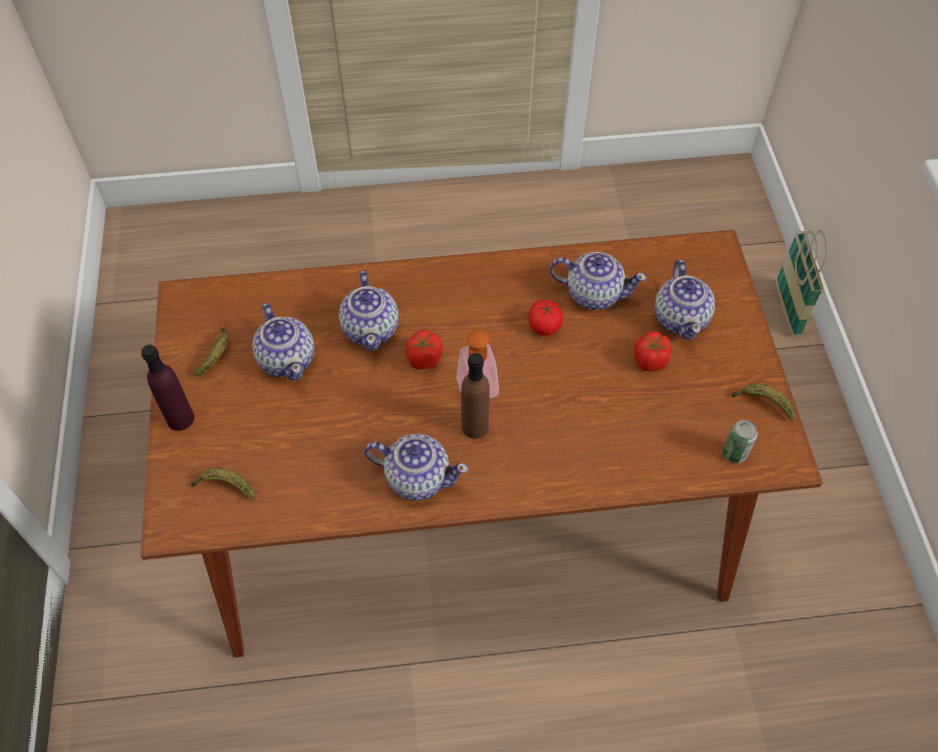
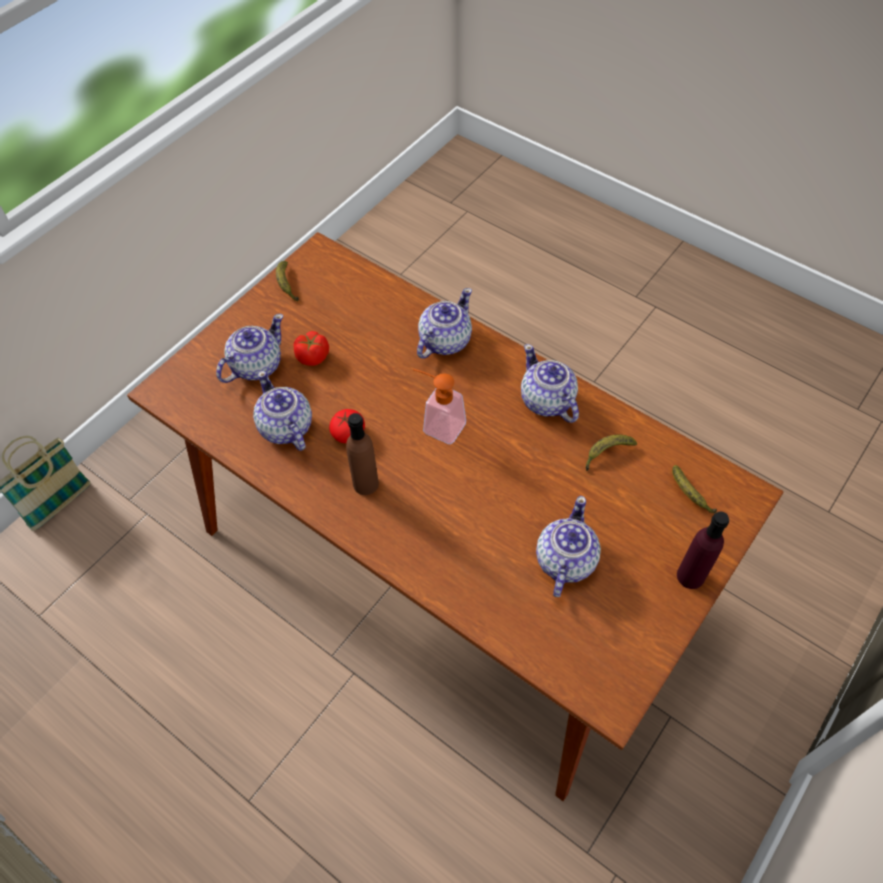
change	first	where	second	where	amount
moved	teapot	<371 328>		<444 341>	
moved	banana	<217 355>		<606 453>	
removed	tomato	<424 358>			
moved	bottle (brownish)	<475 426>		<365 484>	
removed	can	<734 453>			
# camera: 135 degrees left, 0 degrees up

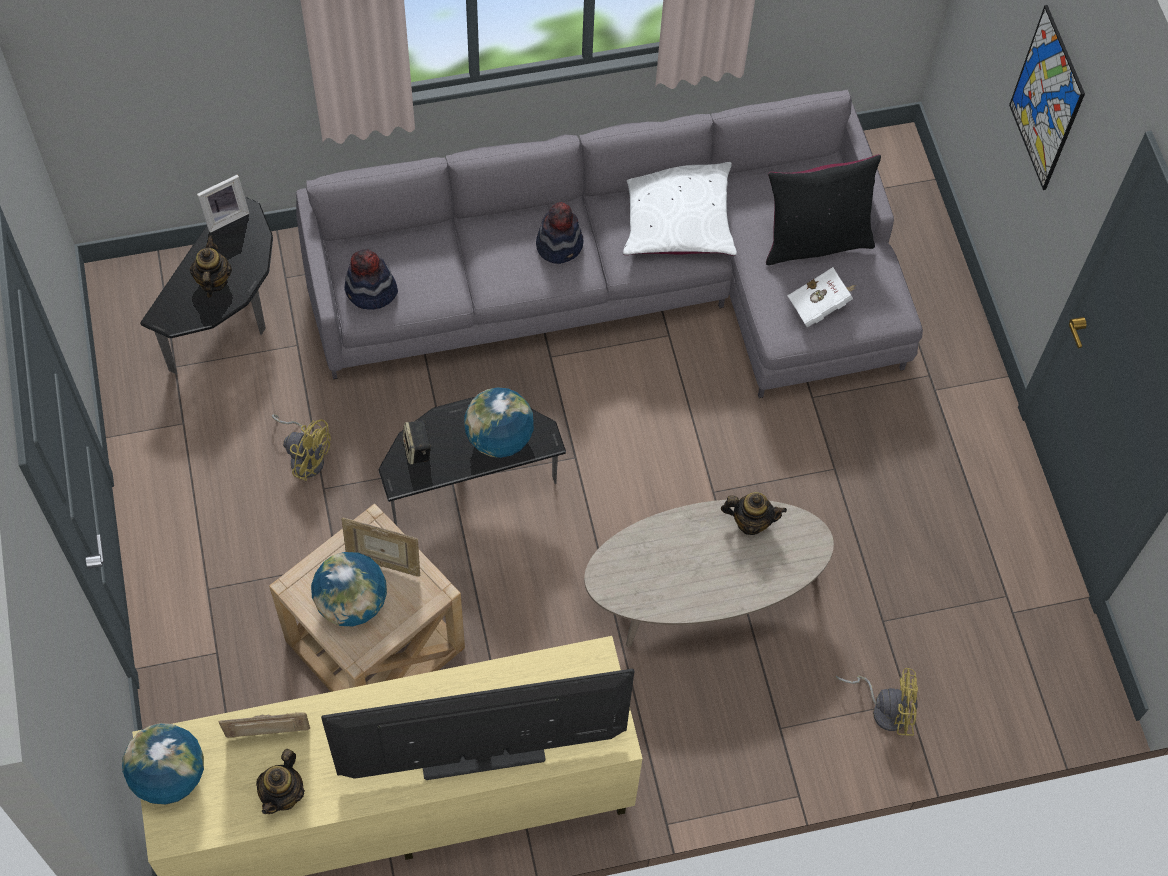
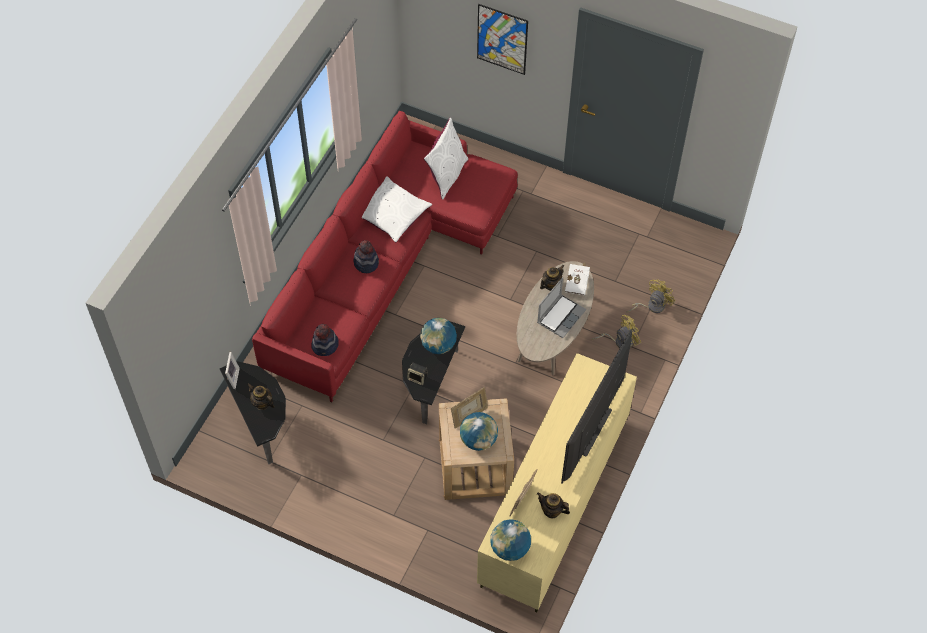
change	first	where	second	where	amount
recoloured	settee (grey)	<628 284>	settee (reddish)	<386 263>	
recoloured	throw pillow (blackish)	<815 240>	throw pillow (whitish)	<446 175>	
moved	volume (whitish)	<821 305>		<577 283>	
moved	electric fan (yellowish)	<306 456>		<620 341>	
turned	teapot	<283 794>		<552 511>	150 degrees clockwise
added			portable computer	<561 316>	
# camera: 50 degrees left, 5 degrees down

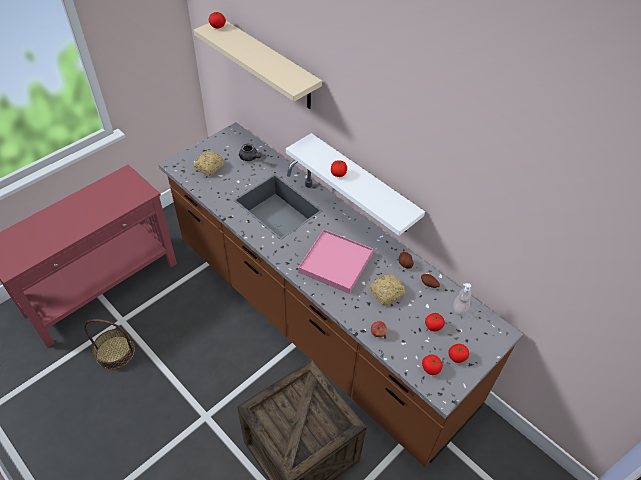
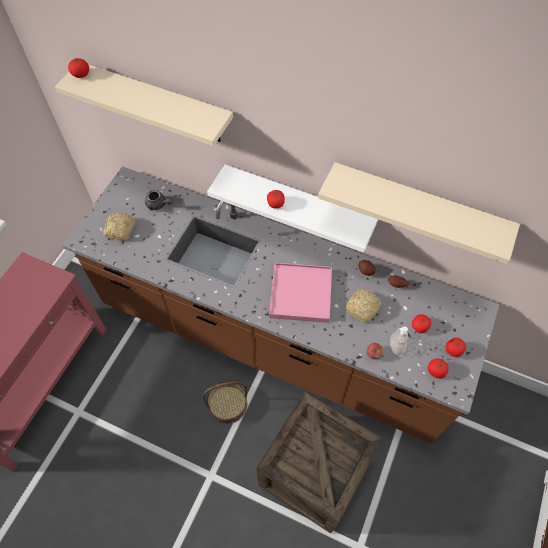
change	first	where	second	where	amount
moved	soap dispenser	<459 309>		<396 346>	
moved	basket	<115 352>		<227 404>	
added			bracket shelf (beige)	<418 207>	
# camera: 20 degrees left, 10 degrees up

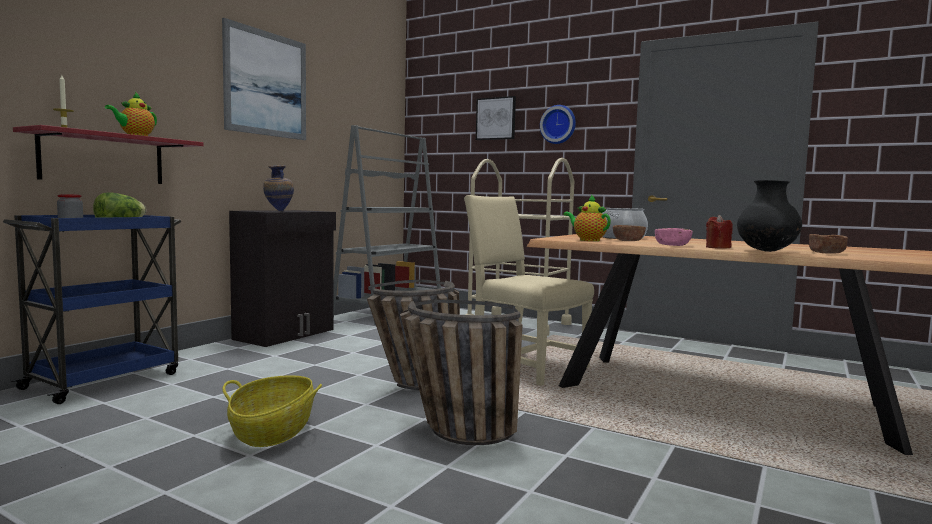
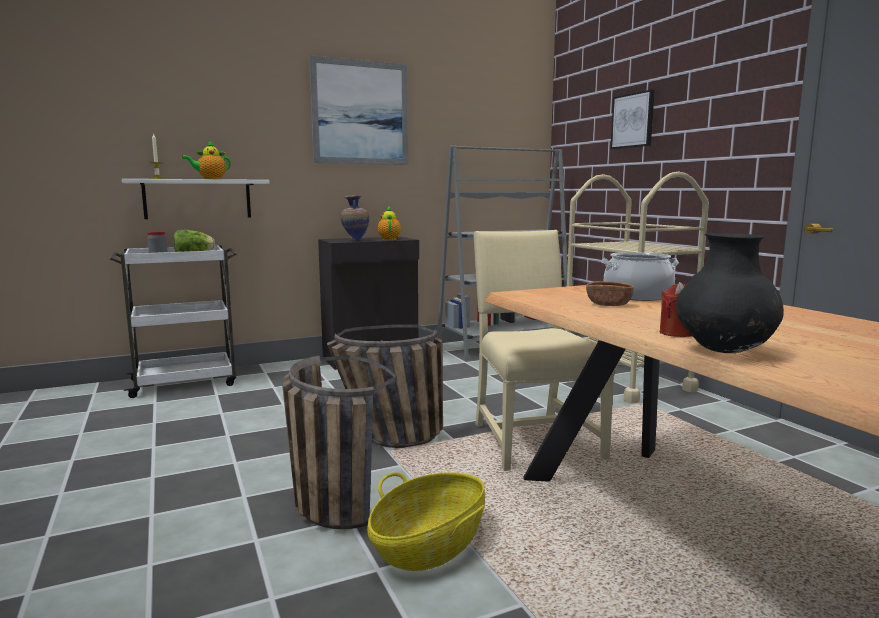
change	first	where	second	where	amount
removed	hanging clock	<558 124>			
recoloured	bracket shelf (reddish)	<103 159>	bracket shelf (whitish)	<198 199>	
moved	teapot	<587 240>		<389 239>	
recoloured	trolley (bluish)	<105 380>	trolley (whitish)	<186 382>	
removed	deep dish (pink-coloured)	<672 245>			
removed	deep dish (brownish)	<826 253>			
moved	basket	<273 431>		<429 546>	
# camera: 35 degrees right, 5 degrees up

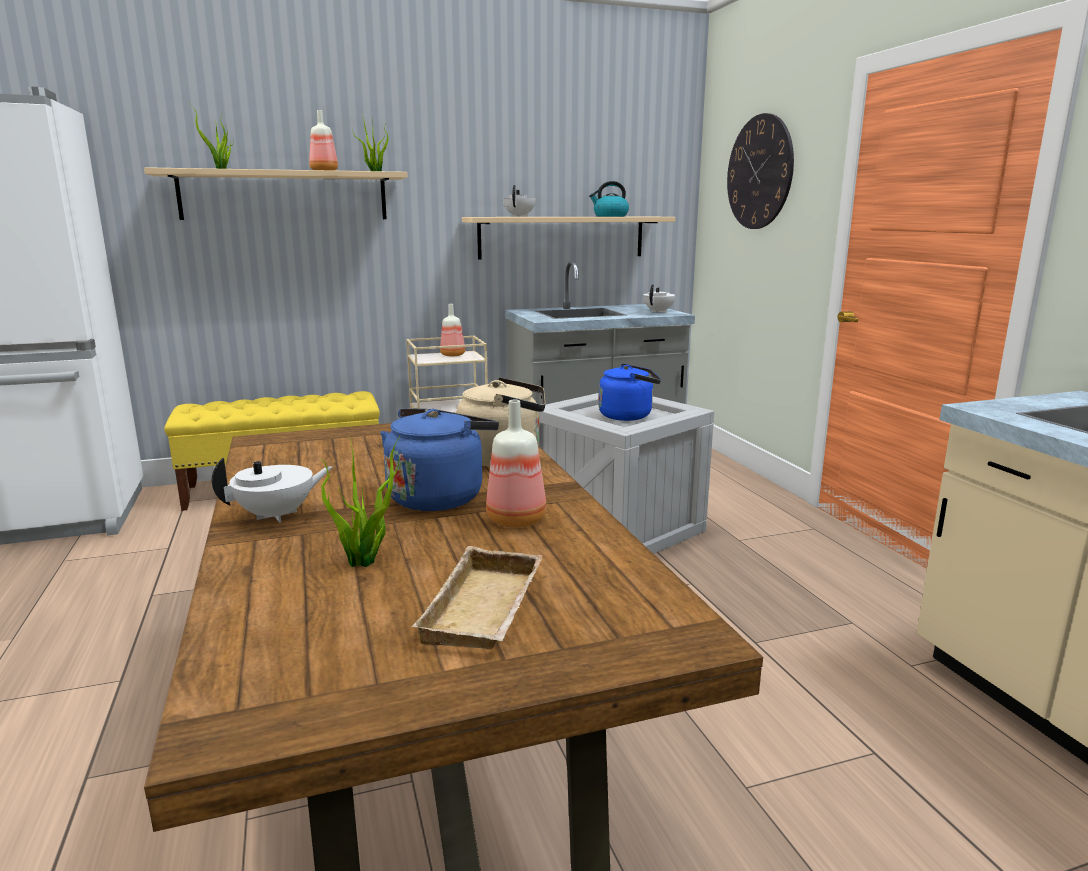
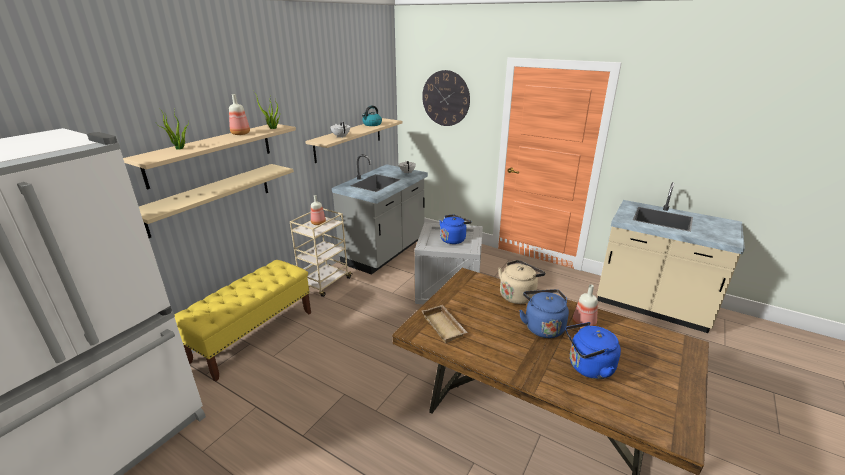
change	first	where	second	where	amount
replaced	houseplant	<366 562>	tea kettle (bluish)	<588 367>	
removed	teapot (whitish)	<277 515>			
moved	tray (beige)	<487 609>		<445 326>	
added			bracket shelf (beige)	<211 198>	
# camera: 40 degrees left, 10 degrees up

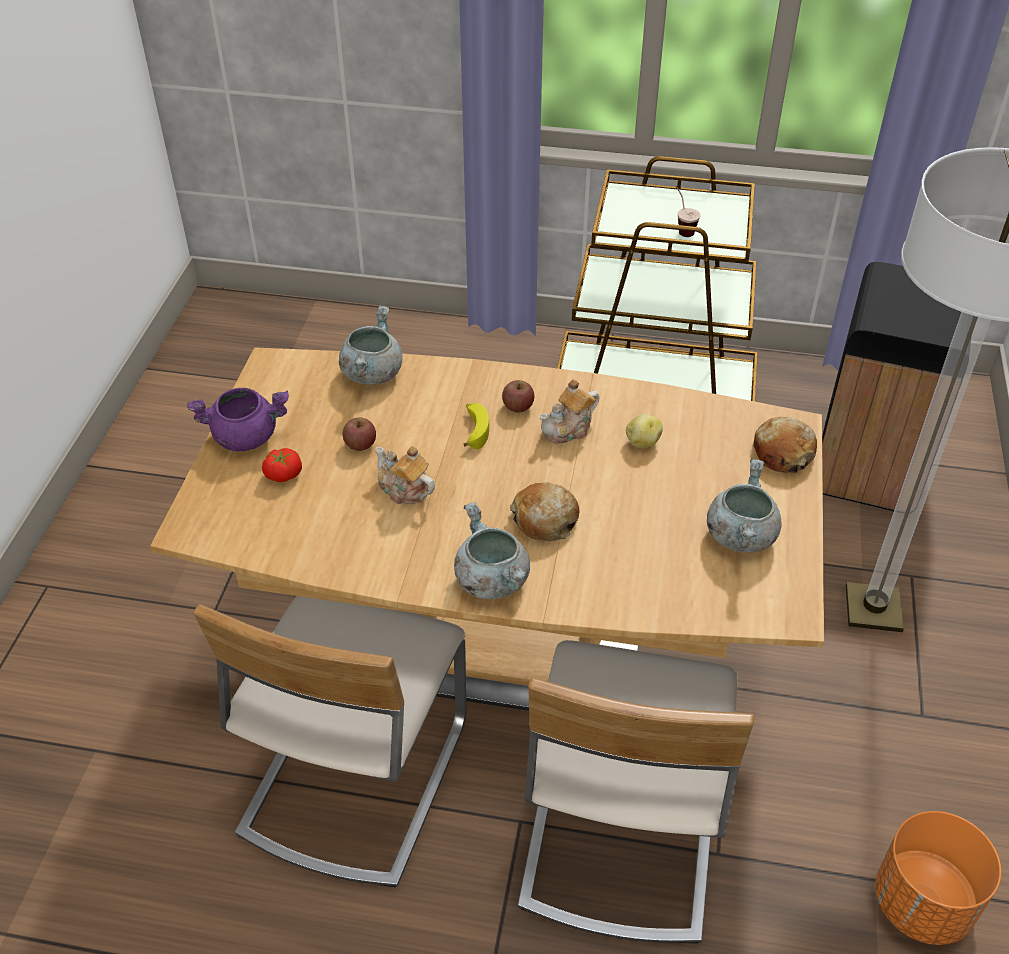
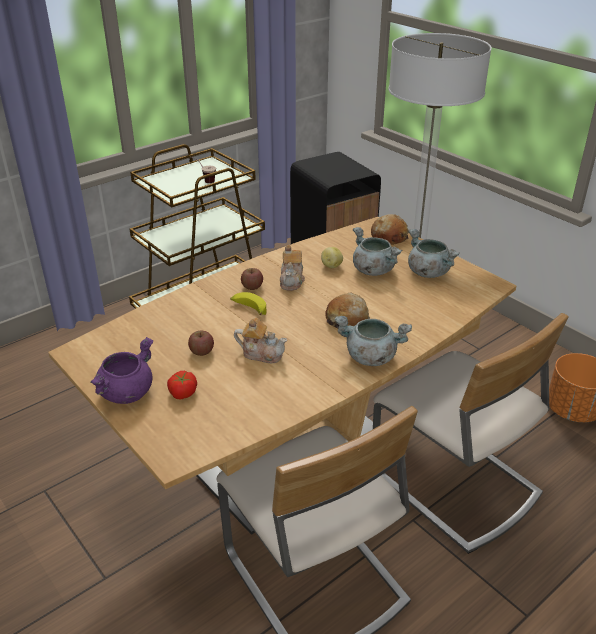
change	first	where	second	where	amount
moved	cooking pot (grey)	<372 373>		<373 270>	
turned	teapot	<404 489>		<261 353>	150 degrees counterclockwise
# camera: 50 degrees left, 10 degrees down

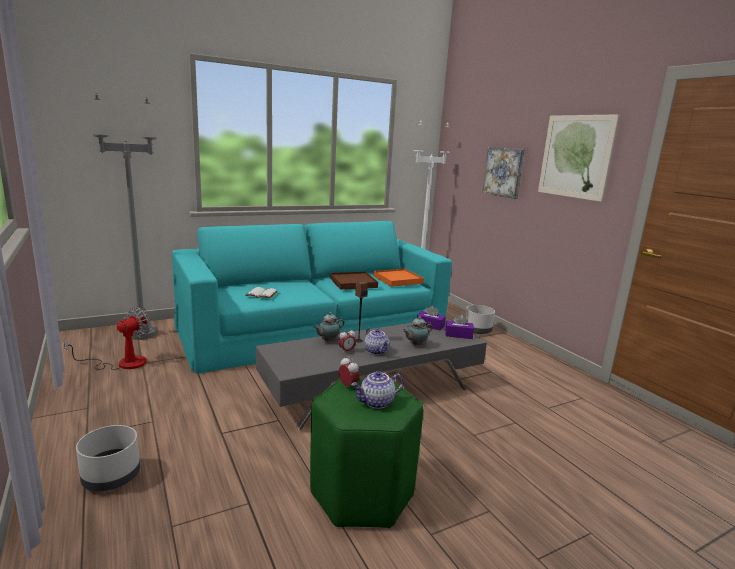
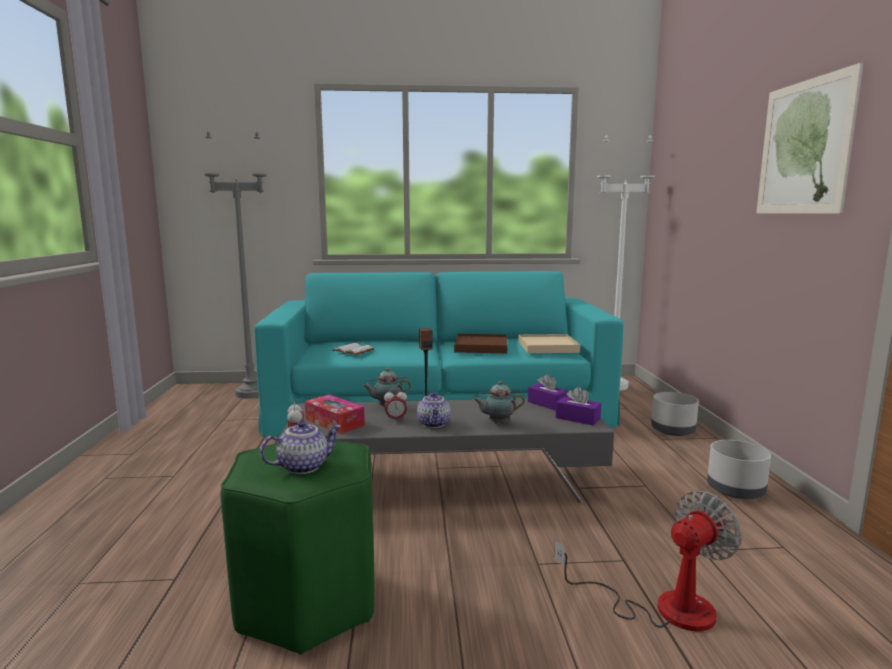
change	first	where	second	where	amount
removed	picture	<504 172>			
recoloured	tray (orange-coloured)	<397 280>	tray (beige)	<547 347>	
moved	electric fan	<122 363>		<663 607>	
turned	teapot	<376 403>		<303 466>	150 degrees clockwise
moved	flower pot (grey)	<112 477>		<736 490>	
added			tissue box	<334 422>	
# camera: 25 degrees right, 5 degrees down

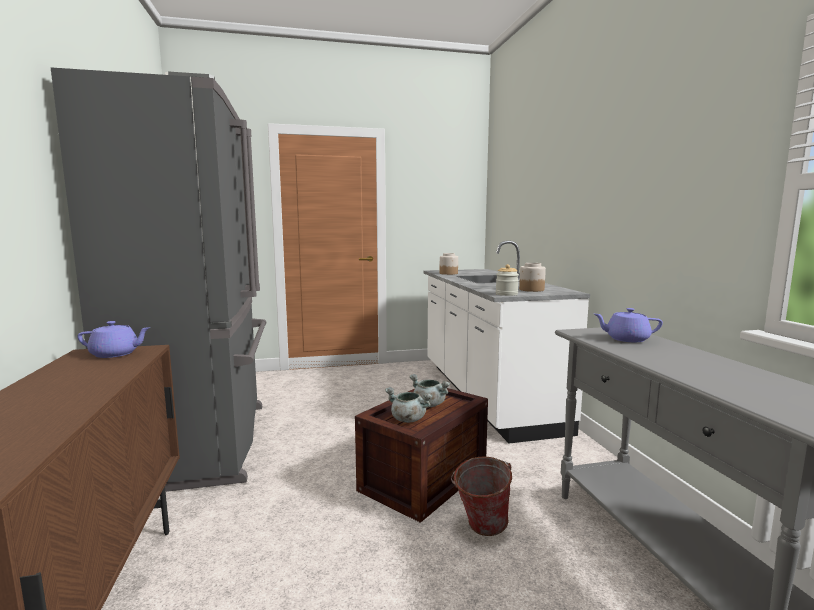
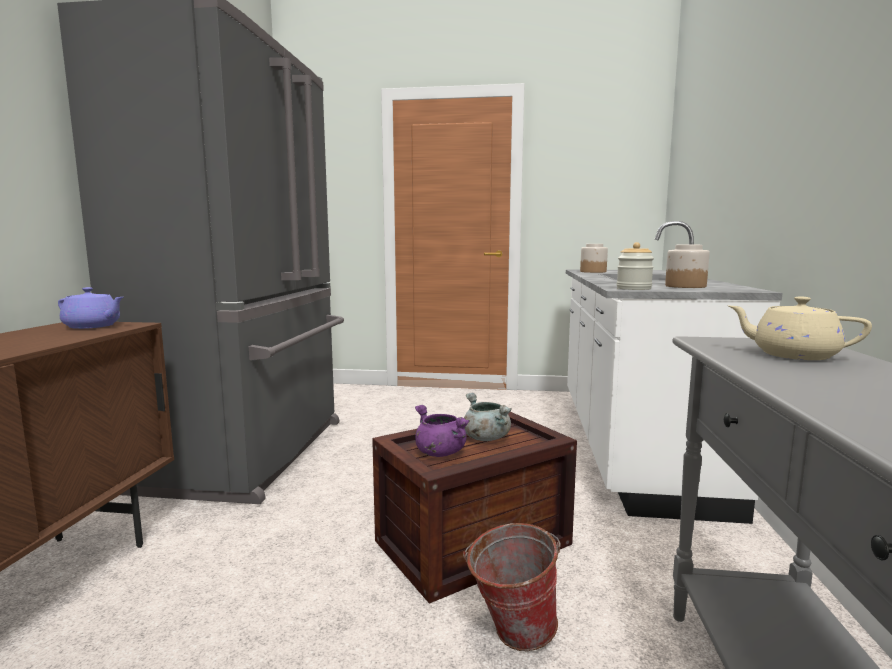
change	first	where	second	where	amount
recoloured	teapot (purple-coloured)	<626 339>	teapot (beige)	<792 355>	
recoloured	cooking pot (grey)	<407 419>	cooking pot (purple-coloured)	<439 452>	
# camera: 20 degrees right, 0 degrees up

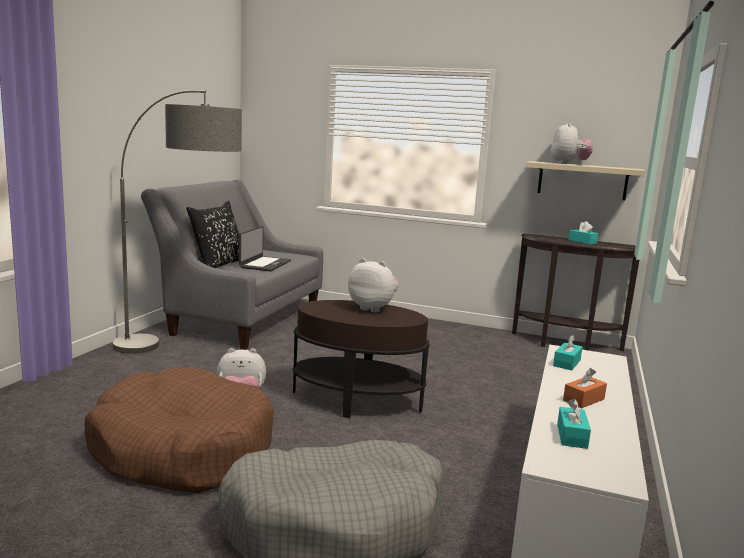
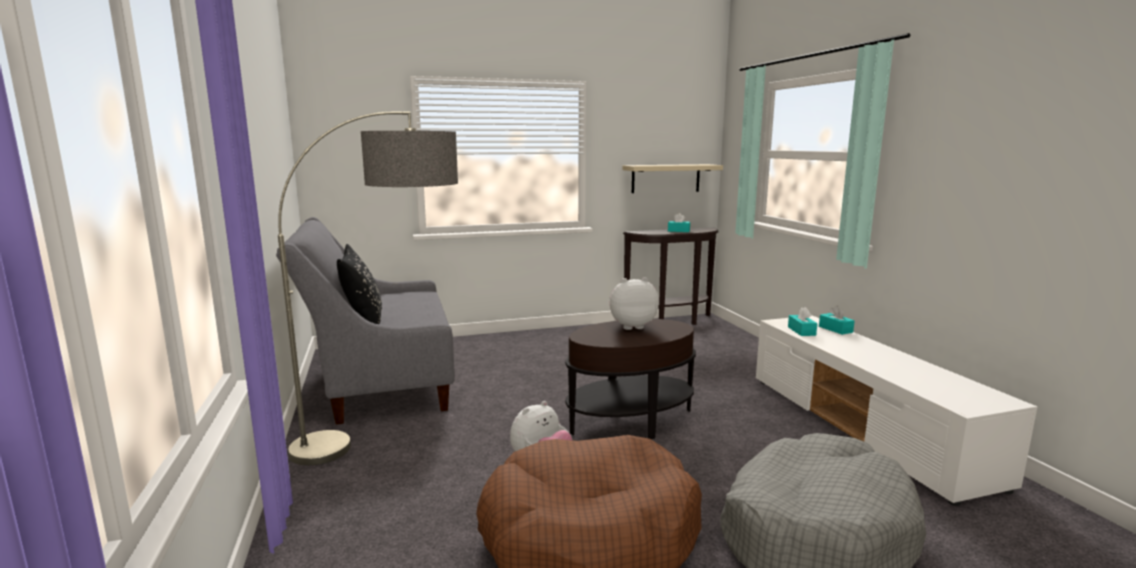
change	first	where	second	where	amount
removed	soft toy	<568 164>			
removed	portable computer	<264 264>			
removed	tissue box (orange-coloured)	<583 400>			
moved	tissue box (turquoise)	<572 436>		<835 329>	
# camera: 35 degrees left, 0 degrees up

